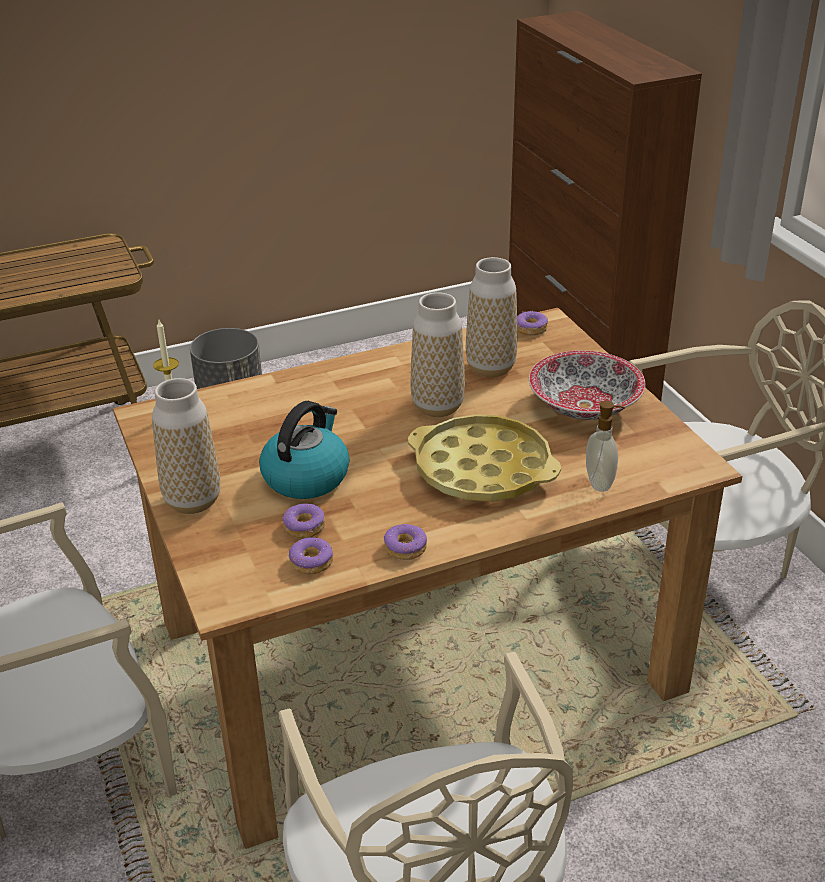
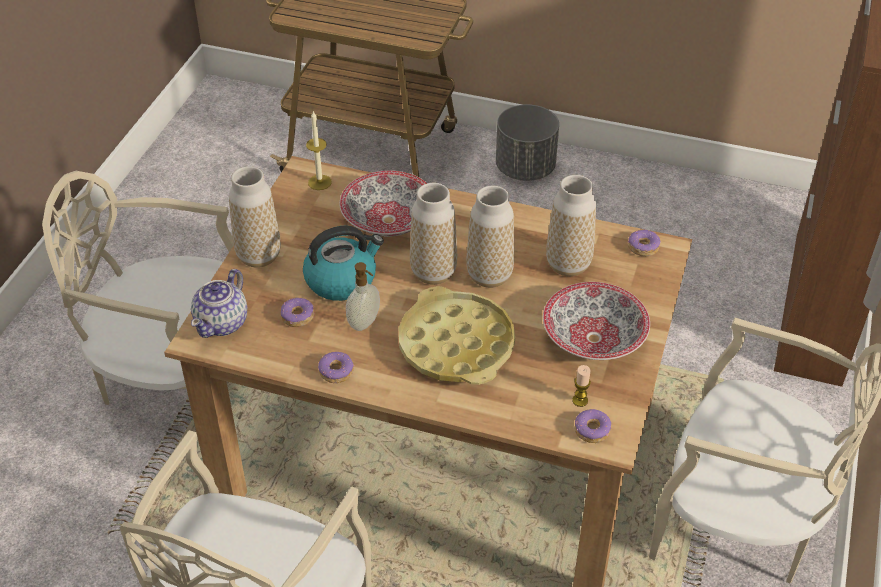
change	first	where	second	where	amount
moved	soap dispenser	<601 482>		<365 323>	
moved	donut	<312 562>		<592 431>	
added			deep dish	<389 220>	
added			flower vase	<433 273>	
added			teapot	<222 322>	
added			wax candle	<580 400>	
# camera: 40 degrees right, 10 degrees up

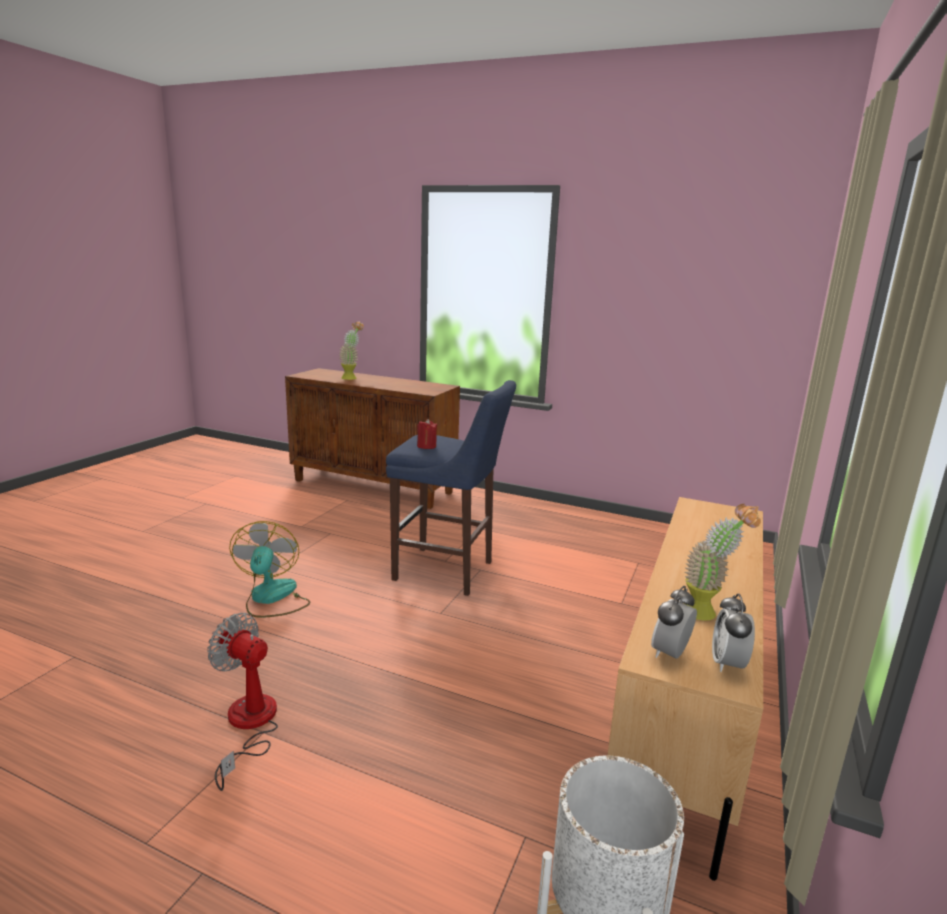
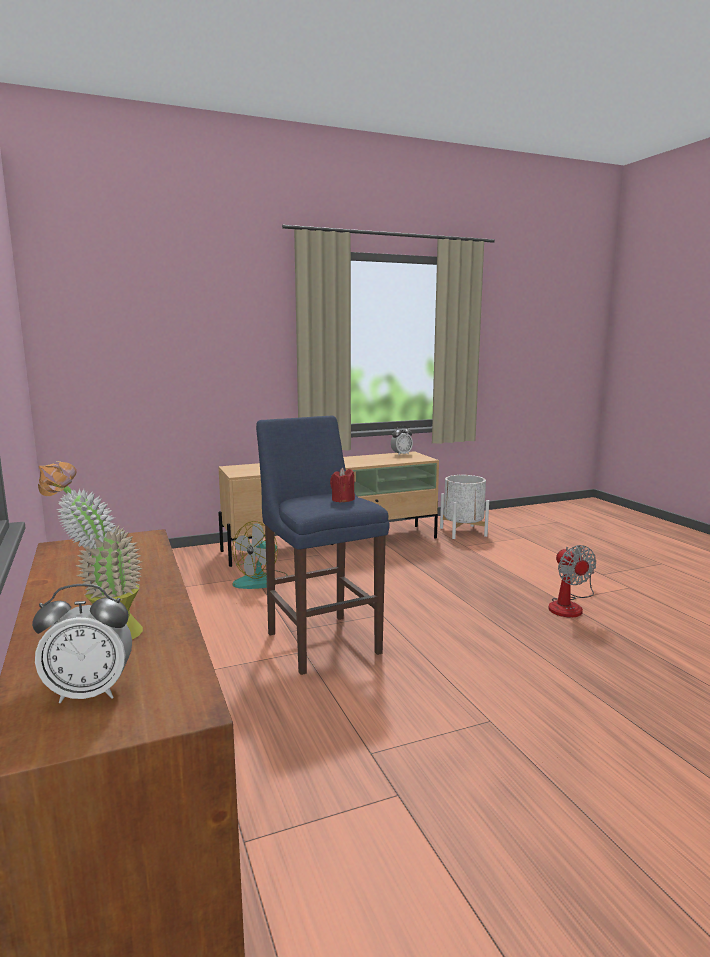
change	first	where	second	where	amount
removed	houseplant	<708 613>			
moved	electric fan	<272 598>		<261 580>	
moved	alarm clock	<670 654>		<90 692>	
# camera: 135 degrees left, 5 degrees down

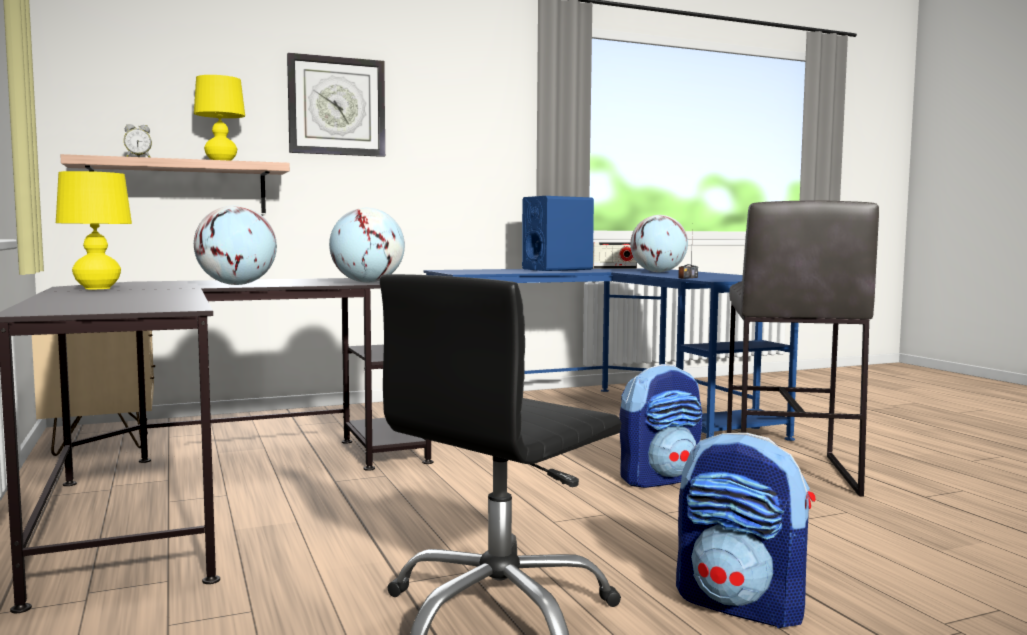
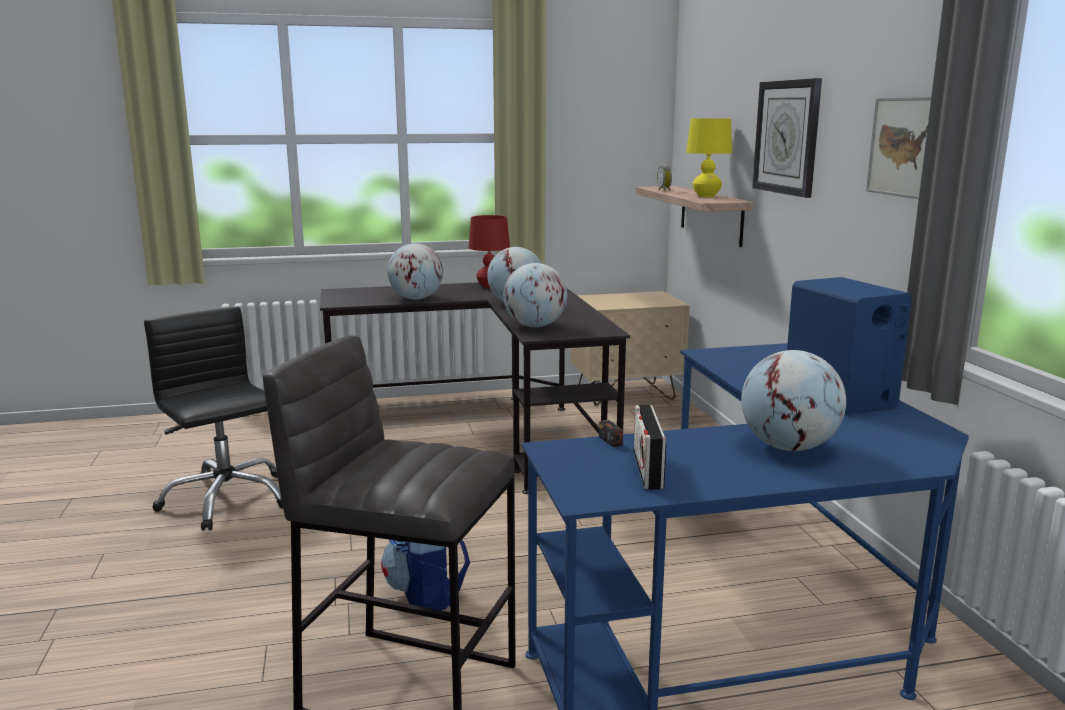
change	first	where	second	where	amount
recoloured	tabletop lamp (yellowish)	<97 288>	tabletop lamp (reddish)	<489 287>	
moved	radio receiver	<613 268>		<647 470>	
removed	backpack	<742 605>			
added			picture	<903 147>	
added			desk globe	<416 299>	
# camera: 100 degrees right, 10 degrees up

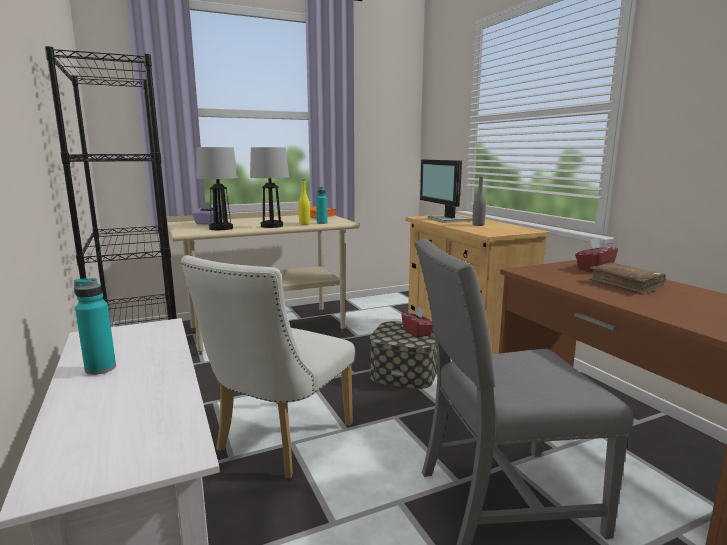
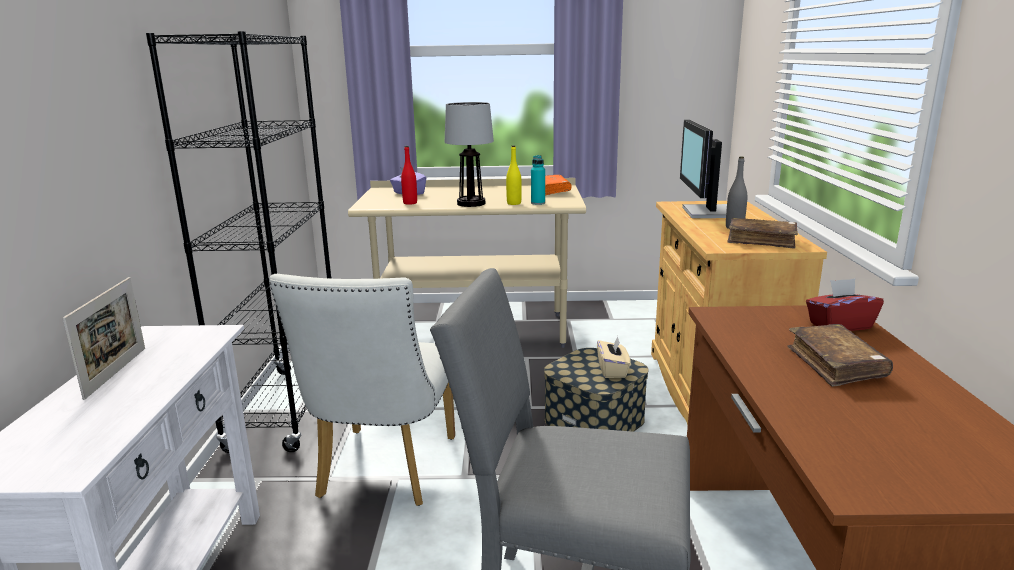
change	first	where	second	where	amount
replaced	tabletop lamp	<220 228>	bottle (reddish)	<410 203>	
turned	chair (whitish)	<278 442>		<383 473>	45 degrees counterclockwise
replaced	bottle (turquoise)	<100 368>	standing frame	<116 372>	
recoloured	tissue box (reddish)	<417 332>	tissue box (beige)	<612 370>	
added			volume (brownish)	<761 240>	
# camera: 25 degrees right, 5 degrees up

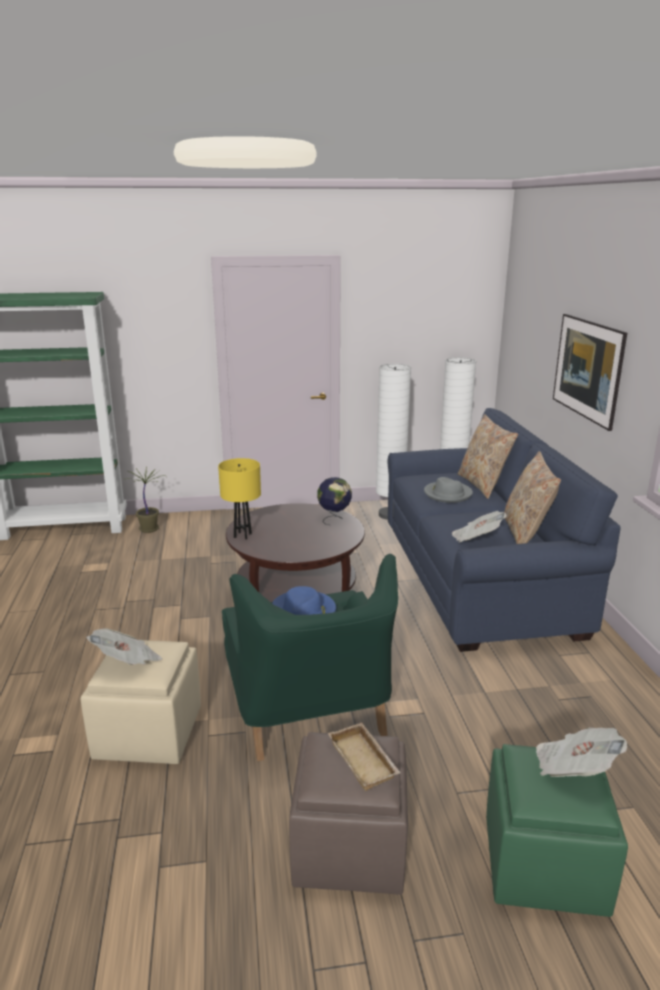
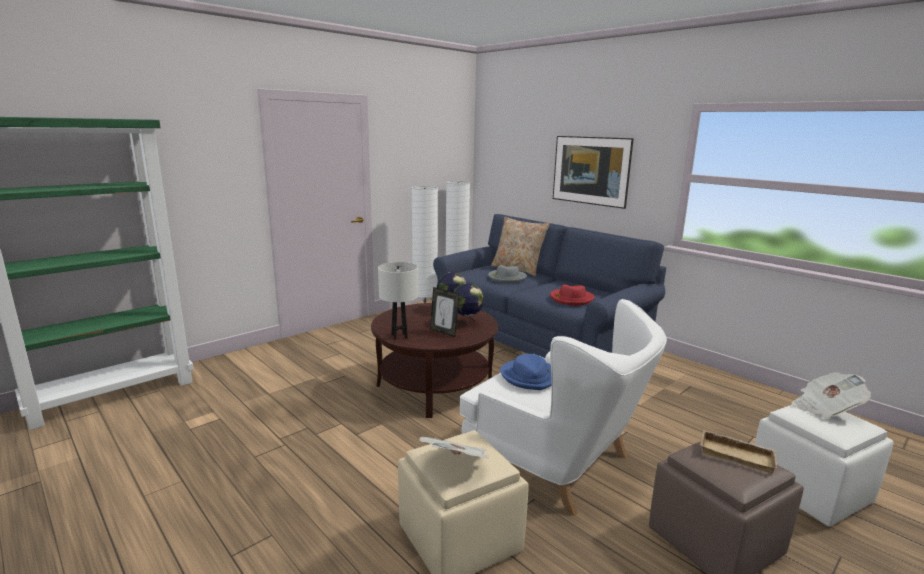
change	first	where	second	where	amount
removed	throw pillow (beige)	<525 534>			
recoloured	tabletop lamp (yellowish)	<243 535>	tabletop lamp (whitish)	<399 336>	
removed	houseplant	<149 529>			
replaced	newspaper	<476 539>	hat (reddish)	<571 299>	
recoloured	lounge chair (green-coloured)	<309 710>	lounge chair (whitish)	<556 461>	
recoloured	ottoman (green-coloured)	<545 865>	ottoman (whitish)	<810 491>	
added			desk globe	<467 323>	
added			standing frame	<444 332>	
# camera: 35 degrees left, 5 degrees down

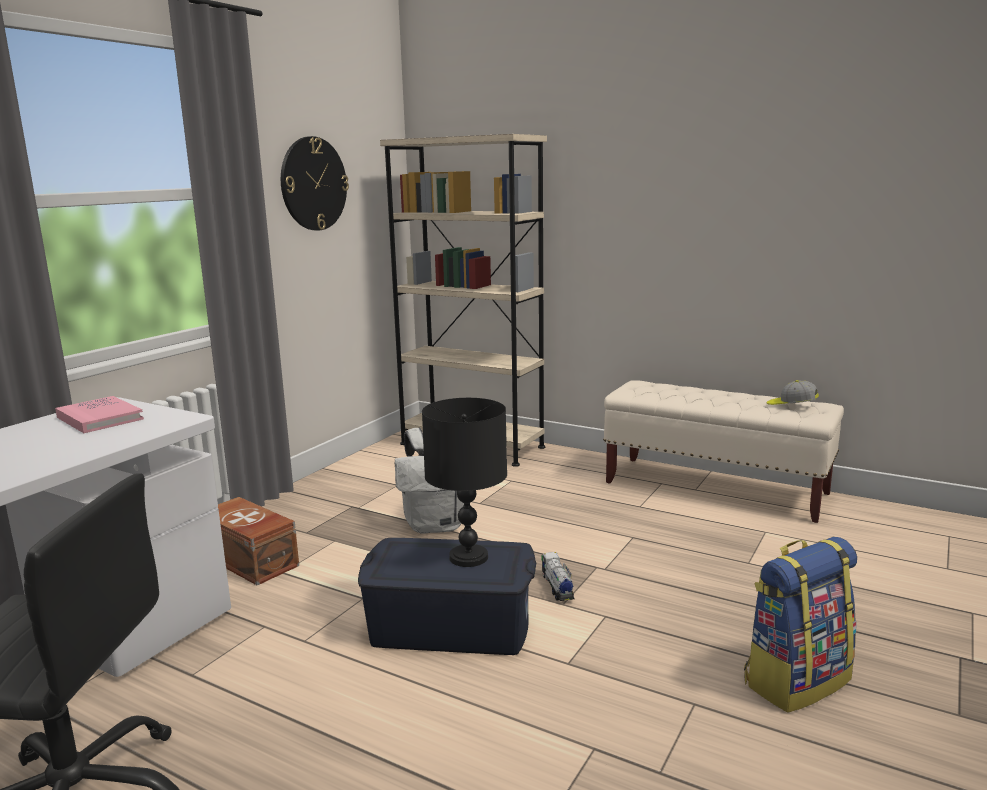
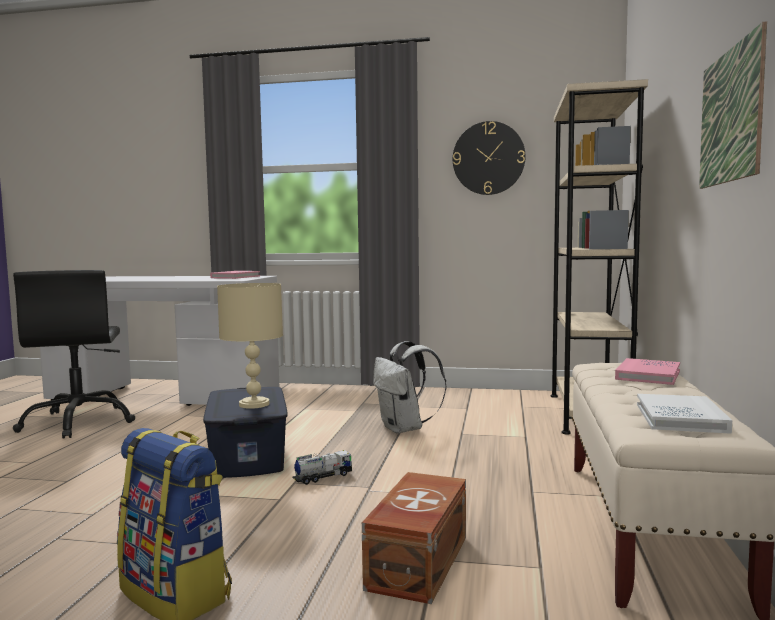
change	first	where	second	where	amount
replaced	peaked cap	<791 405>	volume (whitish)	<680 418>	
recoloured	tabletop lamp (blackish)	<469 557>	tabletop lamp (beige)	<253 404>	
moved	storage bin (brownish)	<249 561>		<416 562>	
added			picture	<730 116>	
added			volume (pink-coloured)	<648 375>	
# camera: 70 degrees right, 10 degrees down

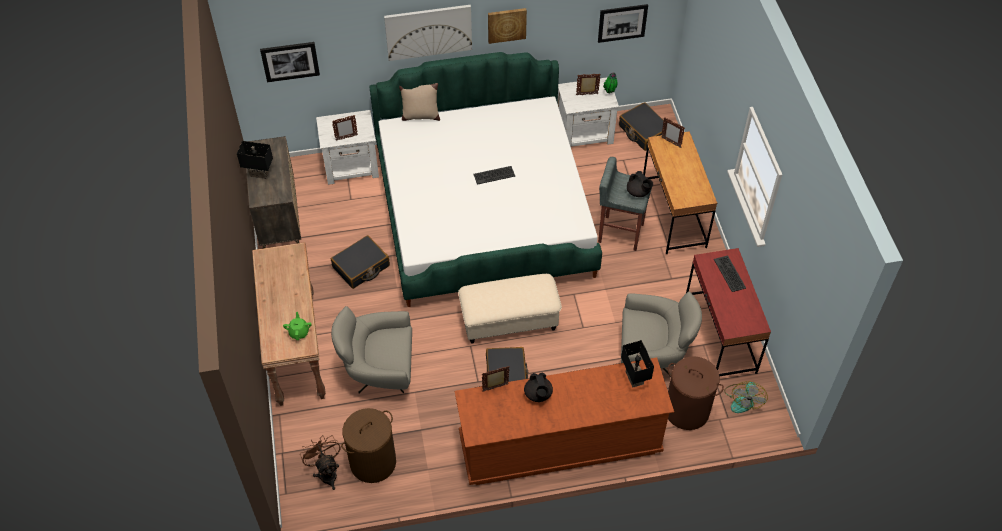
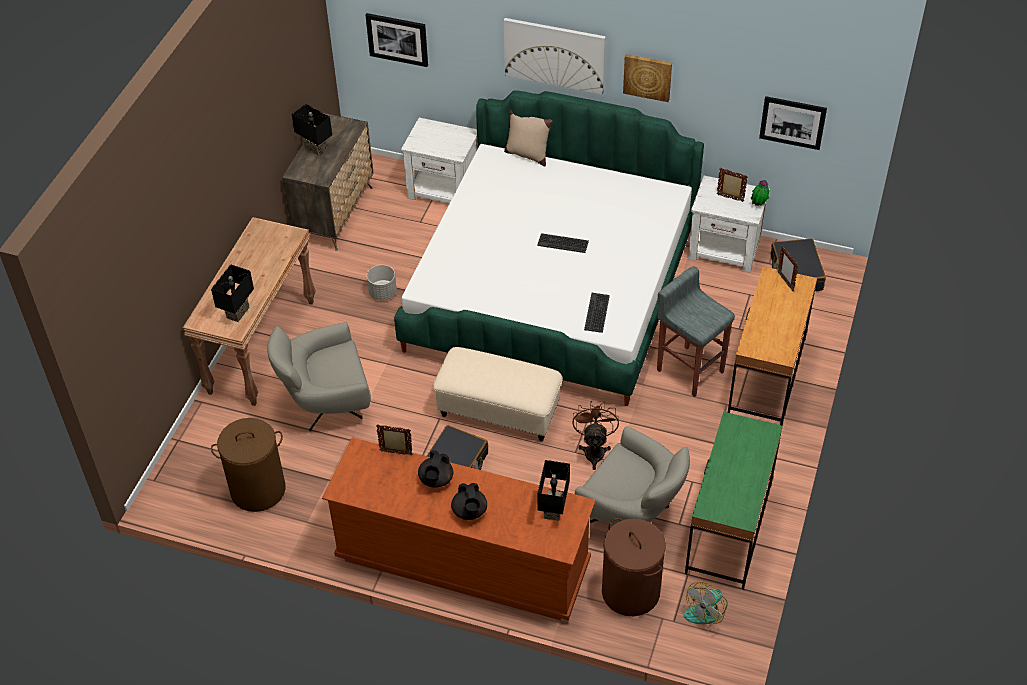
change	first	where	second	where	amount
removed	standing frame	<346 138>			
moved	teapot (blackish)	<638 192>		<469 511>	
replaced	piece of luggage (blackish)	<361 267>	flower pot (grey)	<383 293>	
recoloured	desk unit (reddish)	<720 335>	desk unit (green-coloured)	<728 528>	
moved	PC keyboard	<730 273>		<597 313>	
turned	lounge chair (grey)	<379 373>		<327 405>	45 degrees counterclockwise
replaced	teapot (green-coloured)	<299 332>	tabletop lamp (blackish)	<239 313>	
moved	electric fan (brownish)	<326 472>		<594 450>	
# camera: 30 degrees right, 5 degrees down

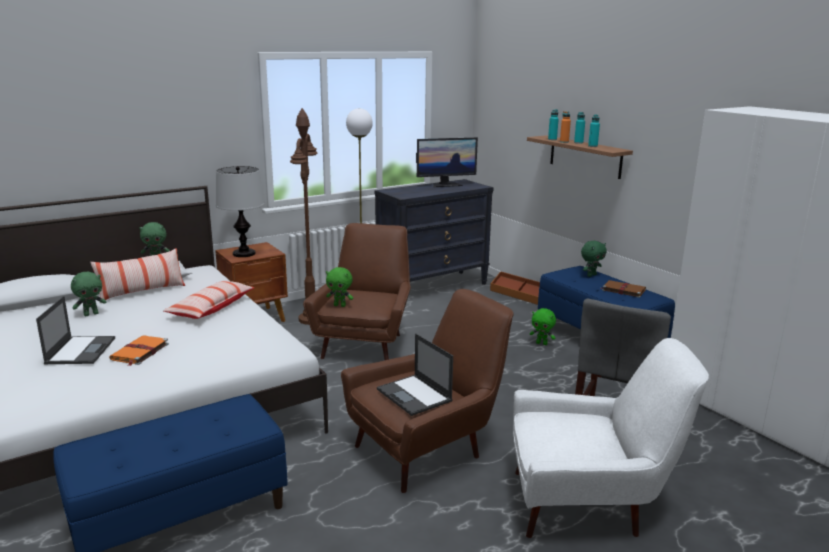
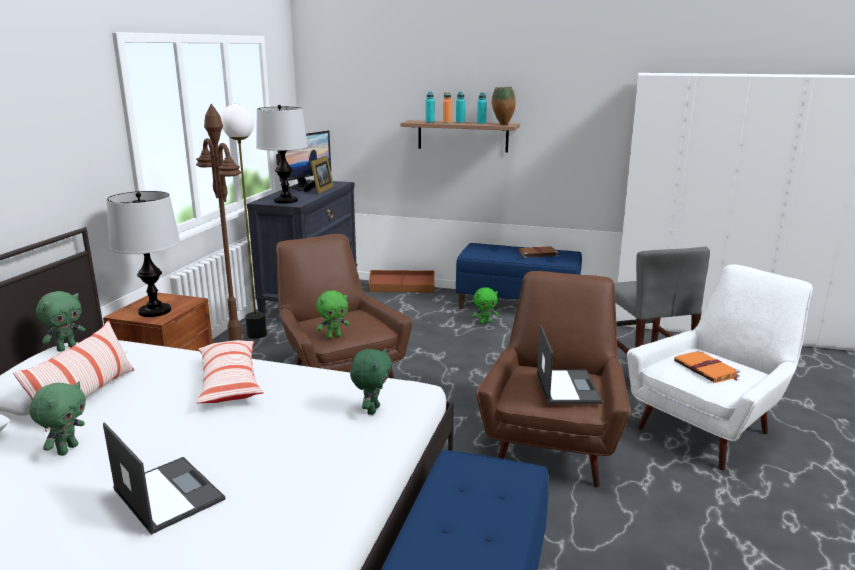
change	first	where	second	where	amount
moved	soft toy (green-coloured)	<591 275>		<372 410>	
turned	portable computer	<415 395>		<567 387>	105 degrees counterclockwise
moved	volume (orange-coloured)	<139 352>		<707 369>	
added			flower vase	<502 124>	
added			tabletop lamp	<286 201>	
added			standing frame	<320 190>	
# camera: 40 degrees left, 0 degrees up

